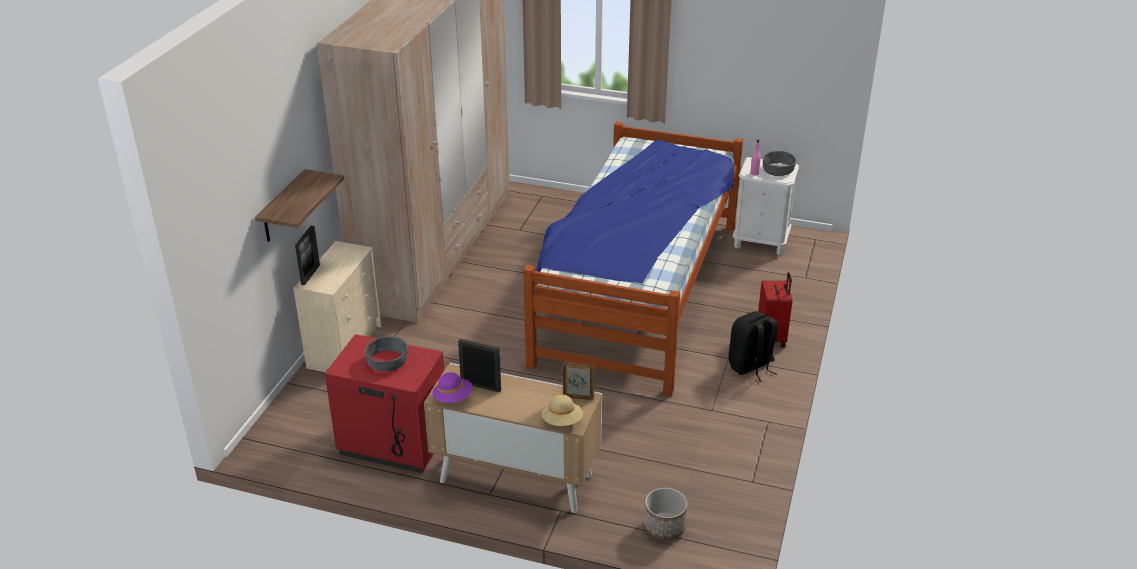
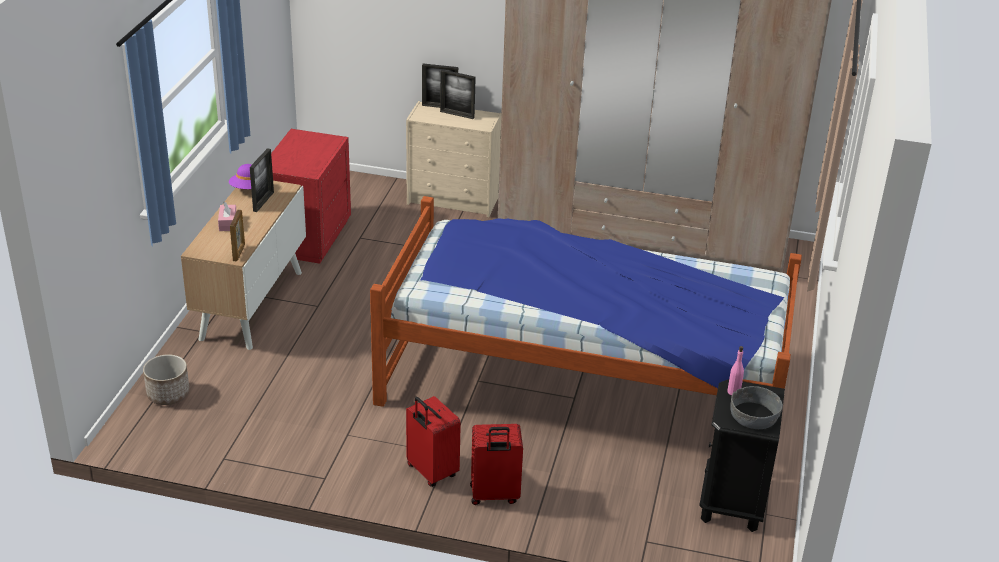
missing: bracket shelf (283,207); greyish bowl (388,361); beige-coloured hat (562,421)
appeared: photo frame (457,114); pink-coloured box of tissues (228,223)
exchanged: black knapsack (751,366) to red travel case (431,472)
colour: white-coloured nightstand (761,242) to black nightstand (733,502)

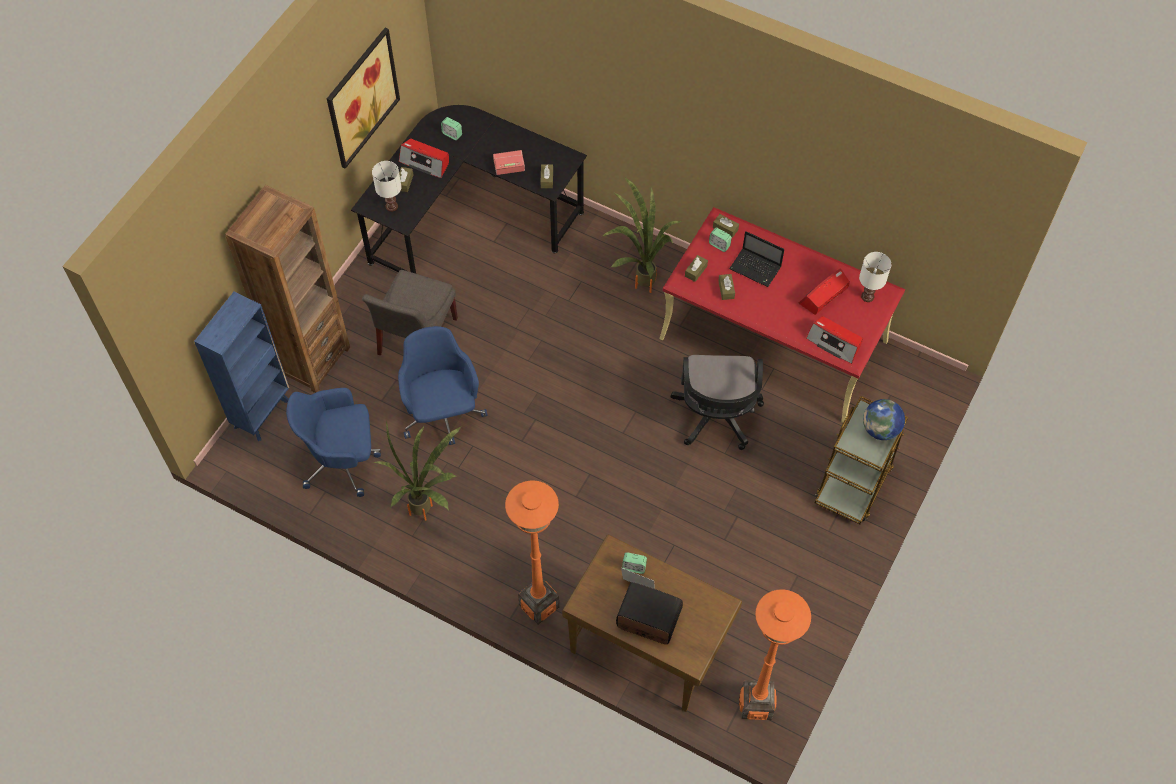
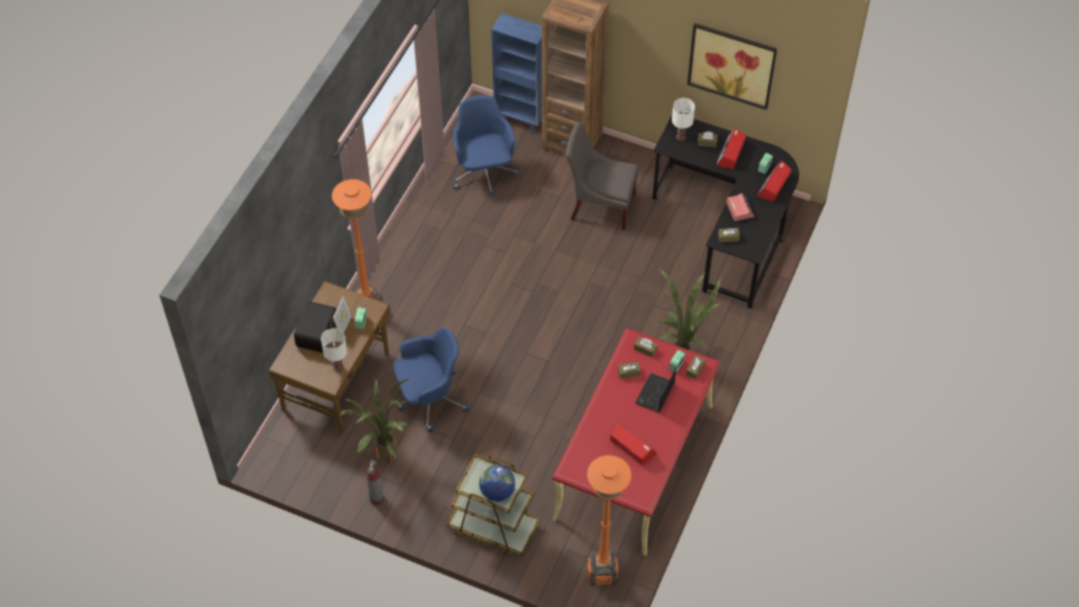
missing: black computer chair (716,418)
appeared: extinguisher (376,498)
relocated: white-coloured lamp for a table (867,296) to (338,366); radio (834,343) to (773,186); bluish computer chair (443,413) to (429,399); plant in a pot (427,514) to (383,458); orangey standard lamp (756,705) to (602,573)

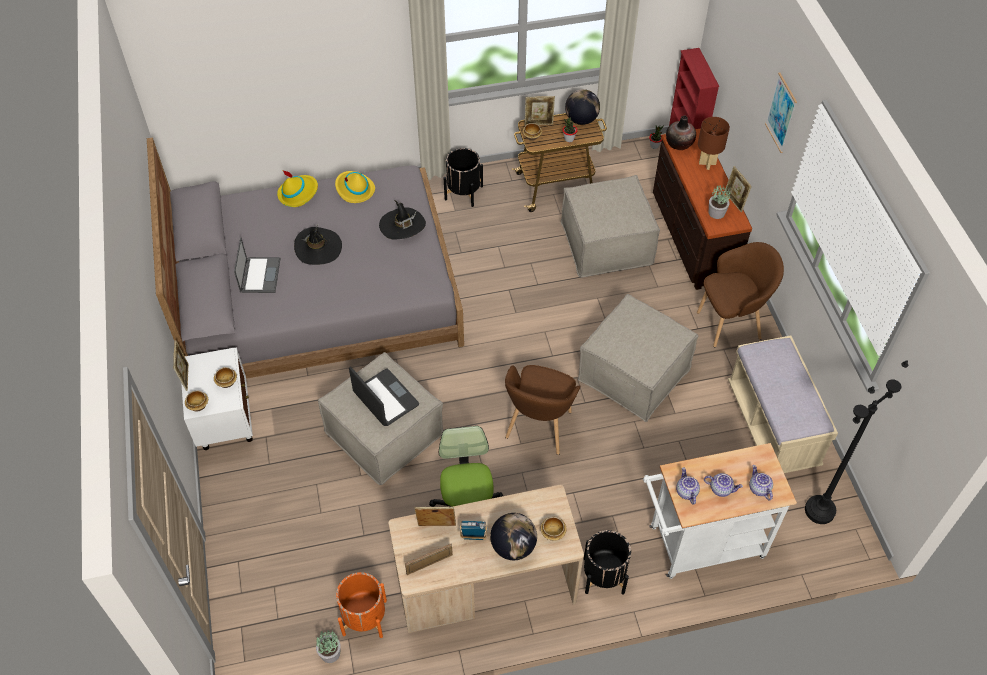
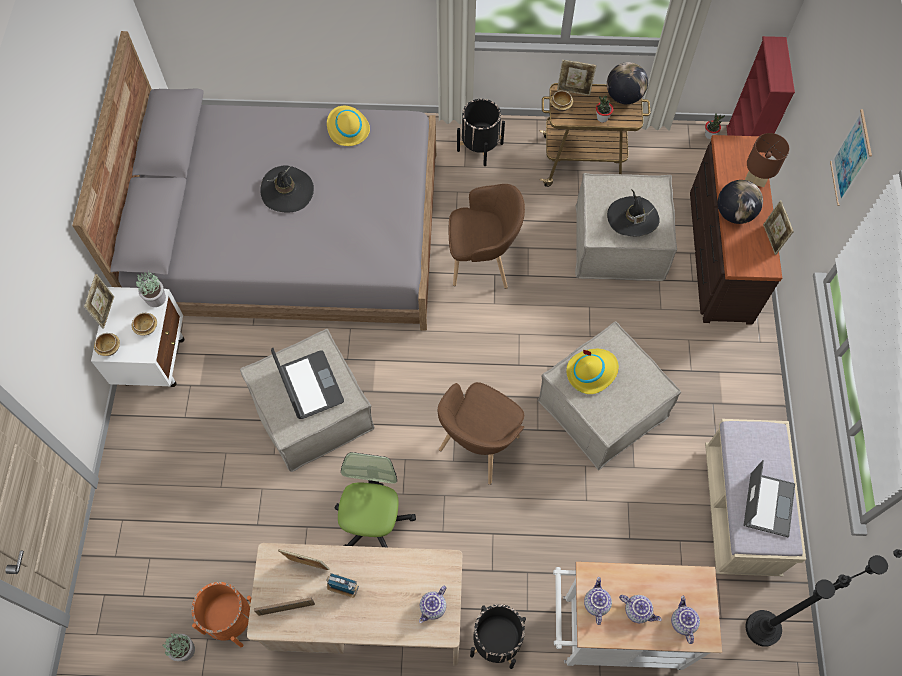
missing: vase (679,144)
relocated: yellow-coloured hat (298,193) to (591,372); plant in a pot (717,213) to (156,299); black hat (402,225) to (632,218); notebook computer (260,275) to (768,504); brown-coloured armchair (731,323) to (482,264); world globe (513,546) to (734,214)
exchanged: bowl (553,532) to teapot (433,608)

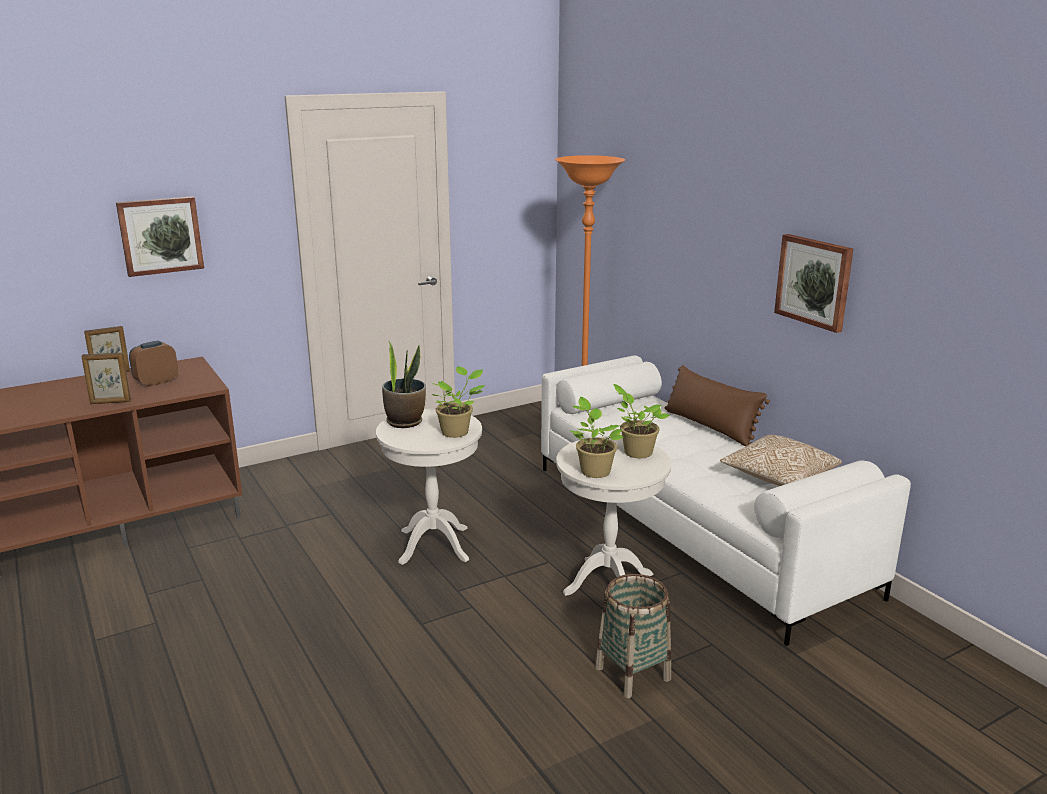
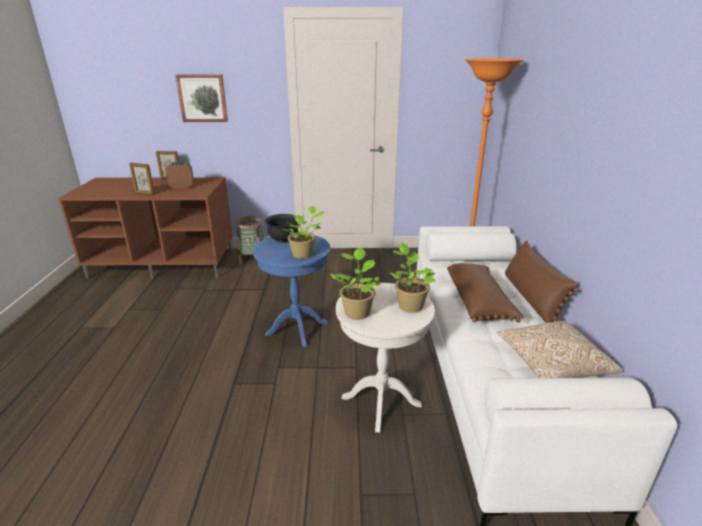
missing: picture (814,281)
appeared: brown-coloured throw pillow (479,302)
relocated: storage basket (632,673) to (252,259)
exchanged: plant in a pot (405,422) to black bowl (283,239)
colour: white-coloured side table (434,545) to bluish side table (297,329)

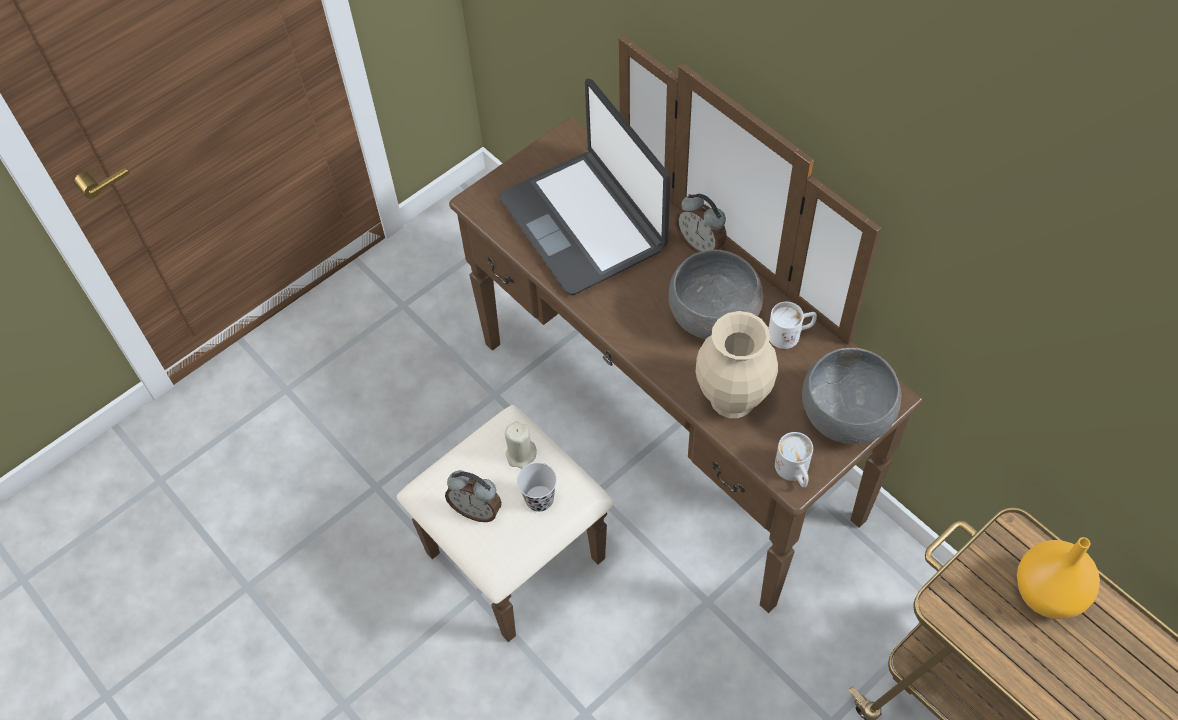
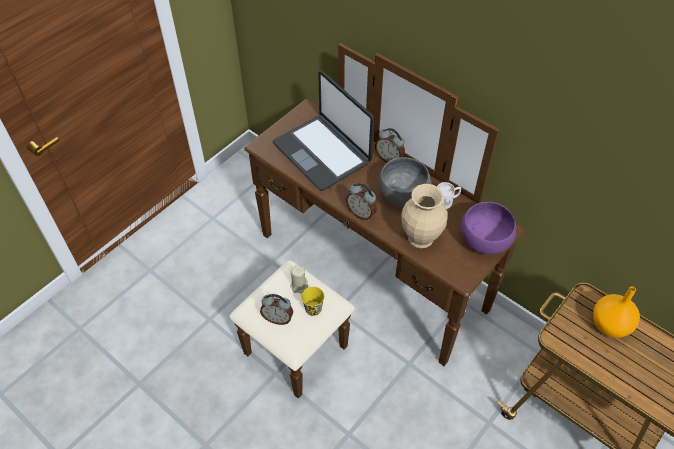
missing: white-coloured mug (794,472)
appeared: table clock (361,213)
colour: greyish bowl (846,414) to purple-coloured bowl (485,240); black small cup (539,499) to yellow-coloured small cup (313,309)

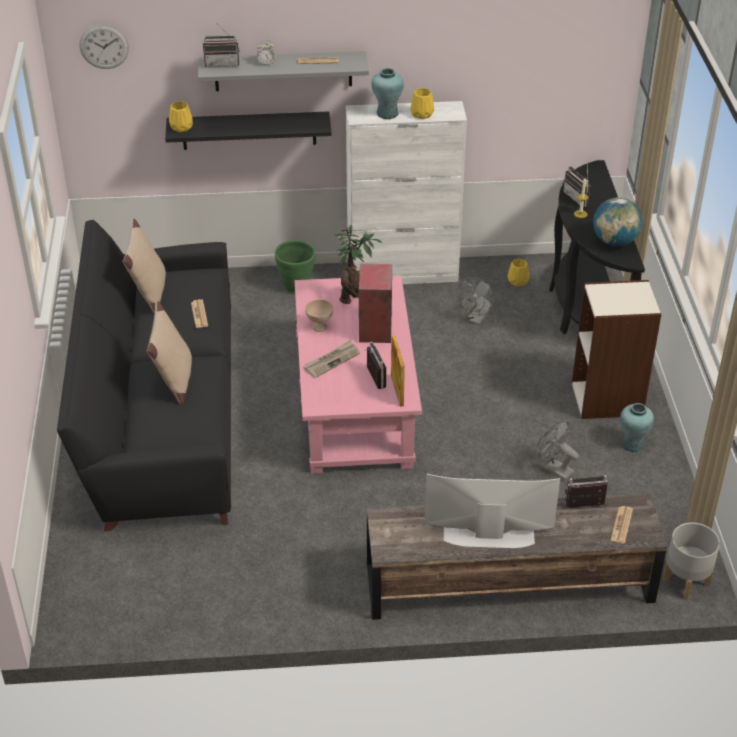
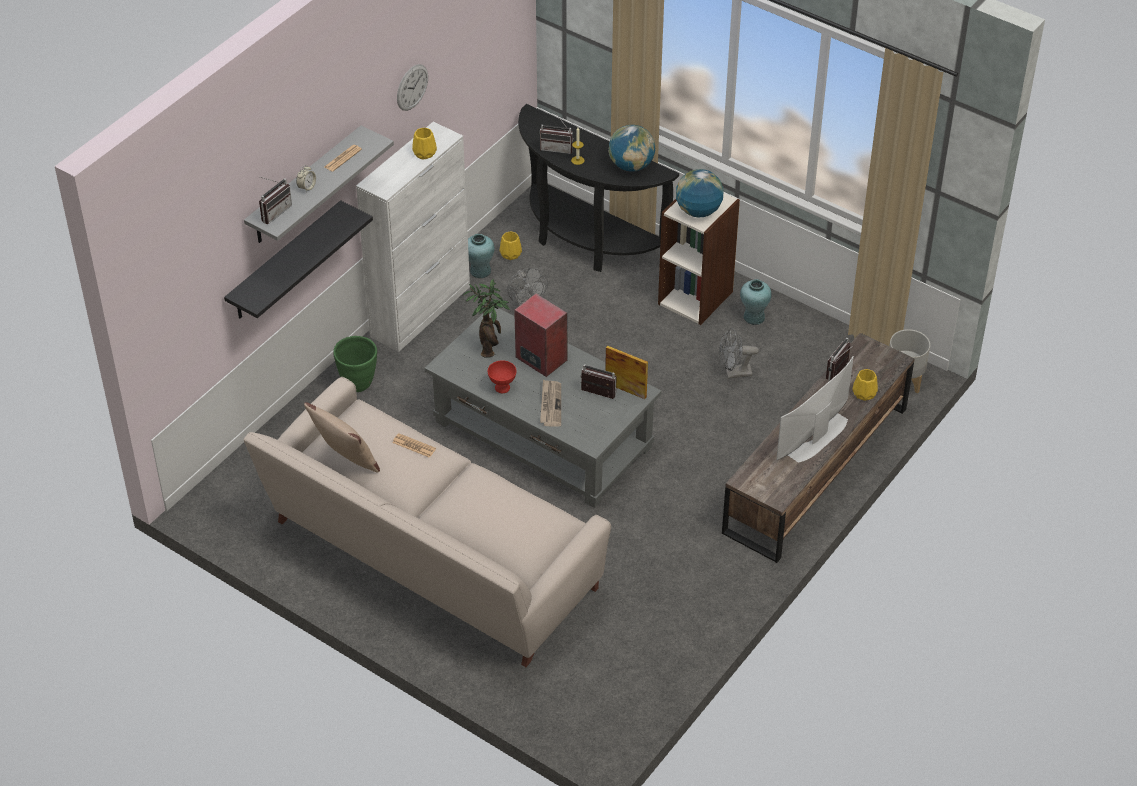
missing: beige-coloured throw pillow (174,381); newspaper (621,525)
appeared: world globe (698,211)
relocated: hanging clock (104,46) to (412,87); blue-green vase (387,113) to (480,271); yellow-coloured vase (181,127) to (863,394)
colour: black sofa (162,418) to beige-coloured sofa (430,560); pink-coloured coffee table (355,401) to greyish coffee table (542,434); beige-coloured bowl (319,327) to red bowl (502,388)

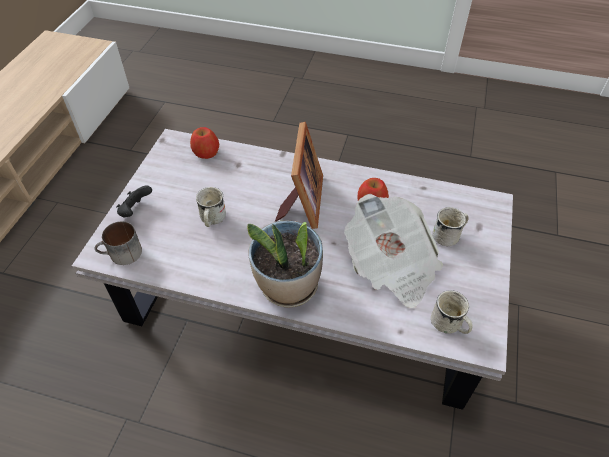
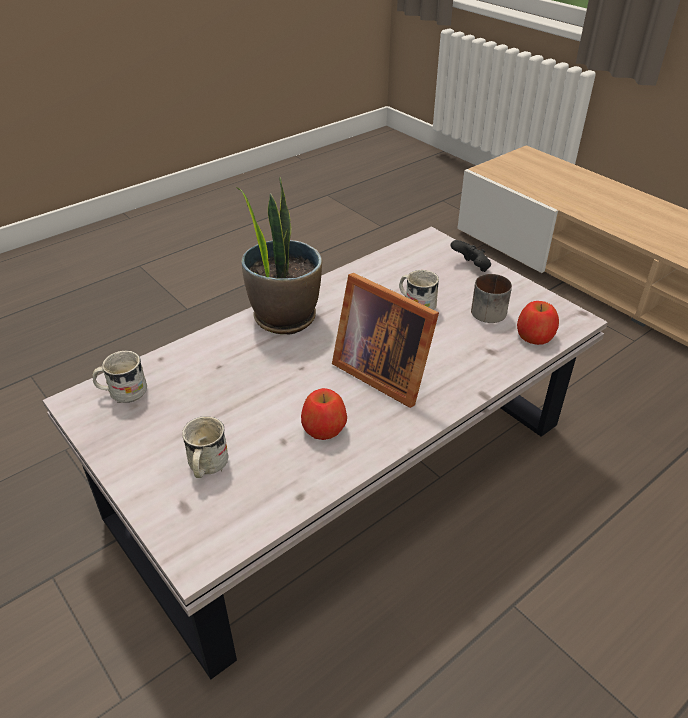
missing: newspaper (391,266)
relocated: mug (121,255) to (487,309)

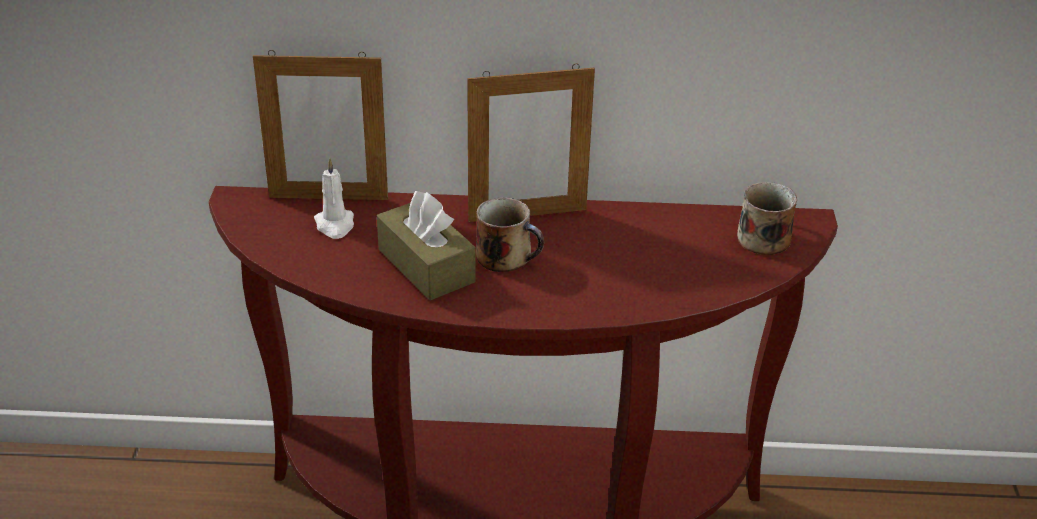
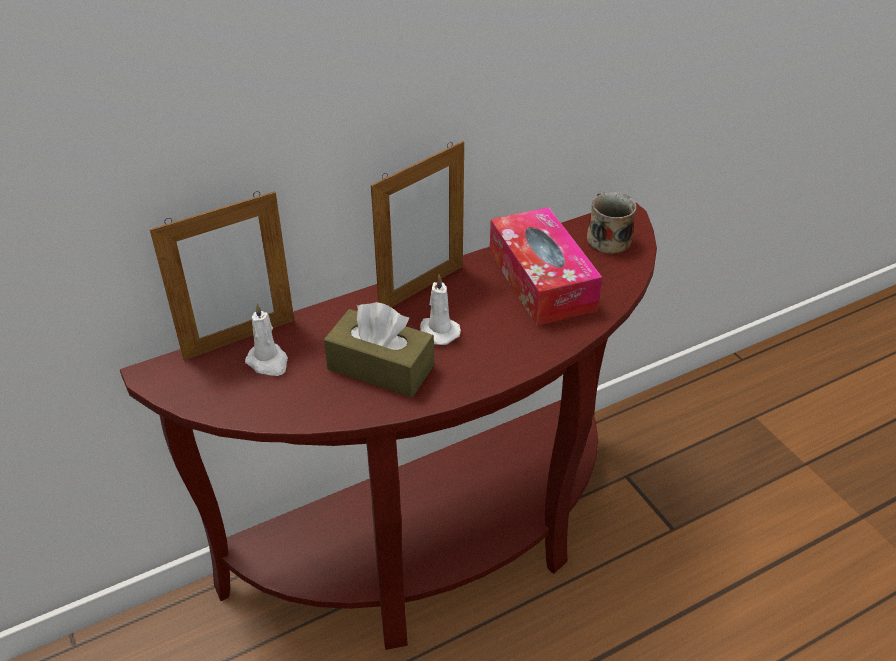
appeared: box of tissues (541,280)
exchanged: mug (507,256) to white-coloured wax candle (438,331)

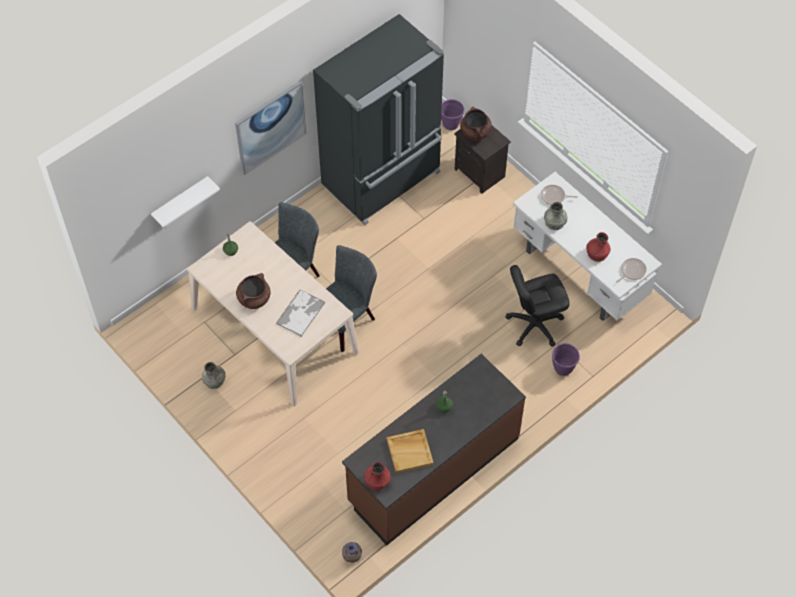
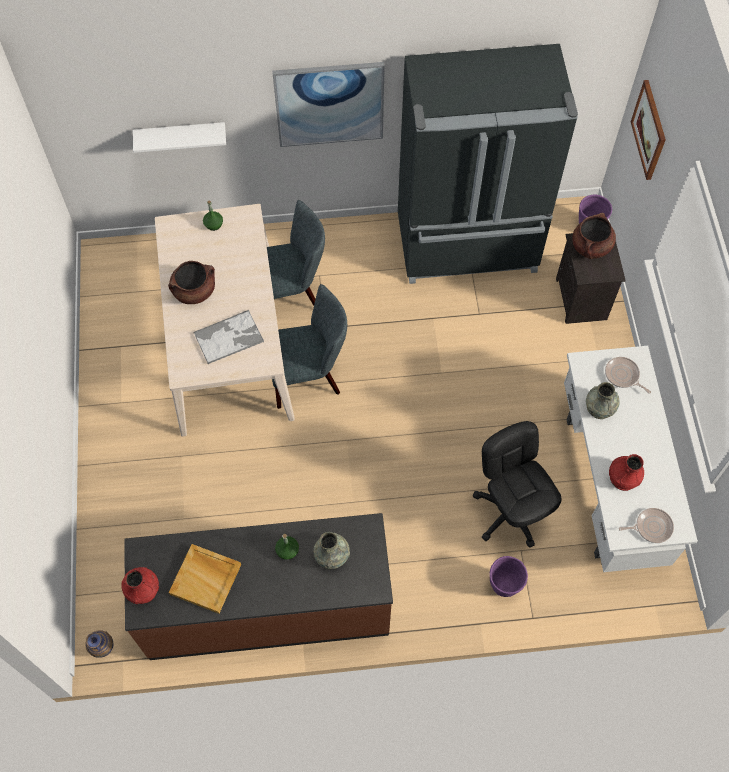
appeared: picture (649,130)
relocated: greyish vase (214,380) to (332,555)
spun: black computer chair (534,325) = (511,512) 45 degrees clockwise

